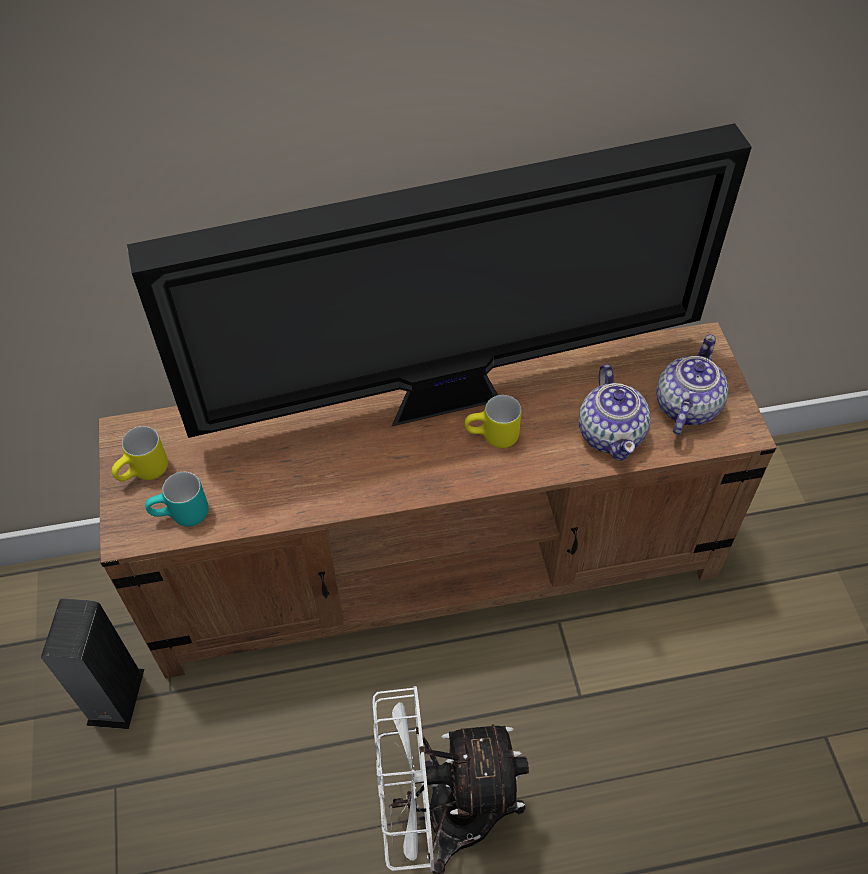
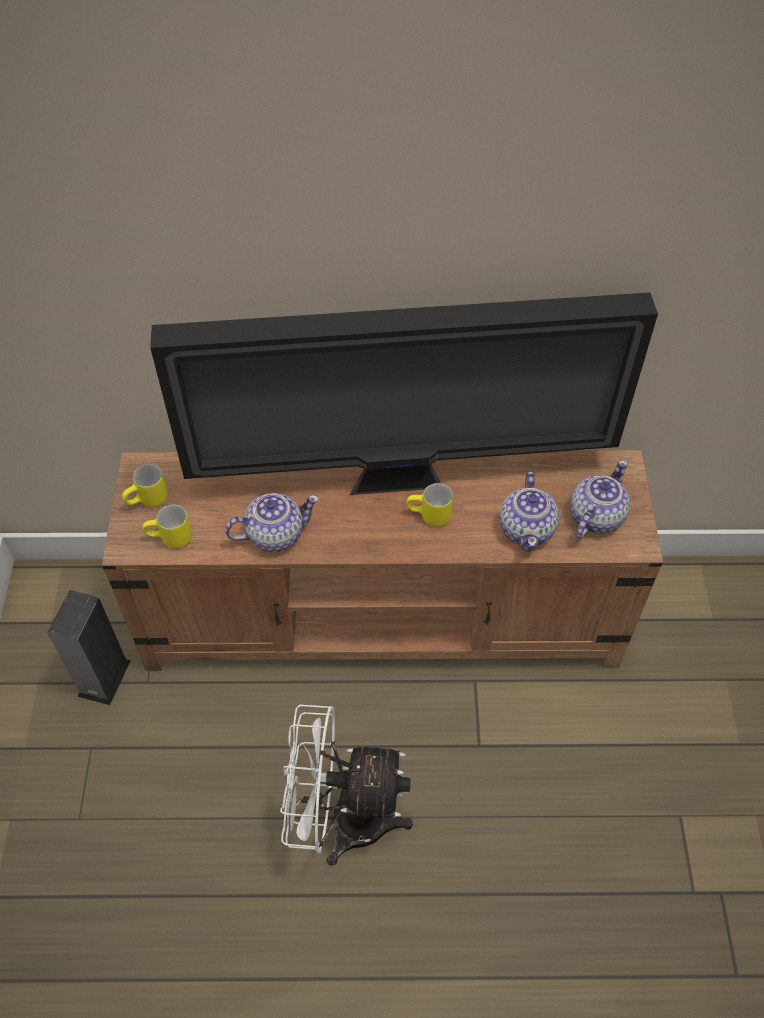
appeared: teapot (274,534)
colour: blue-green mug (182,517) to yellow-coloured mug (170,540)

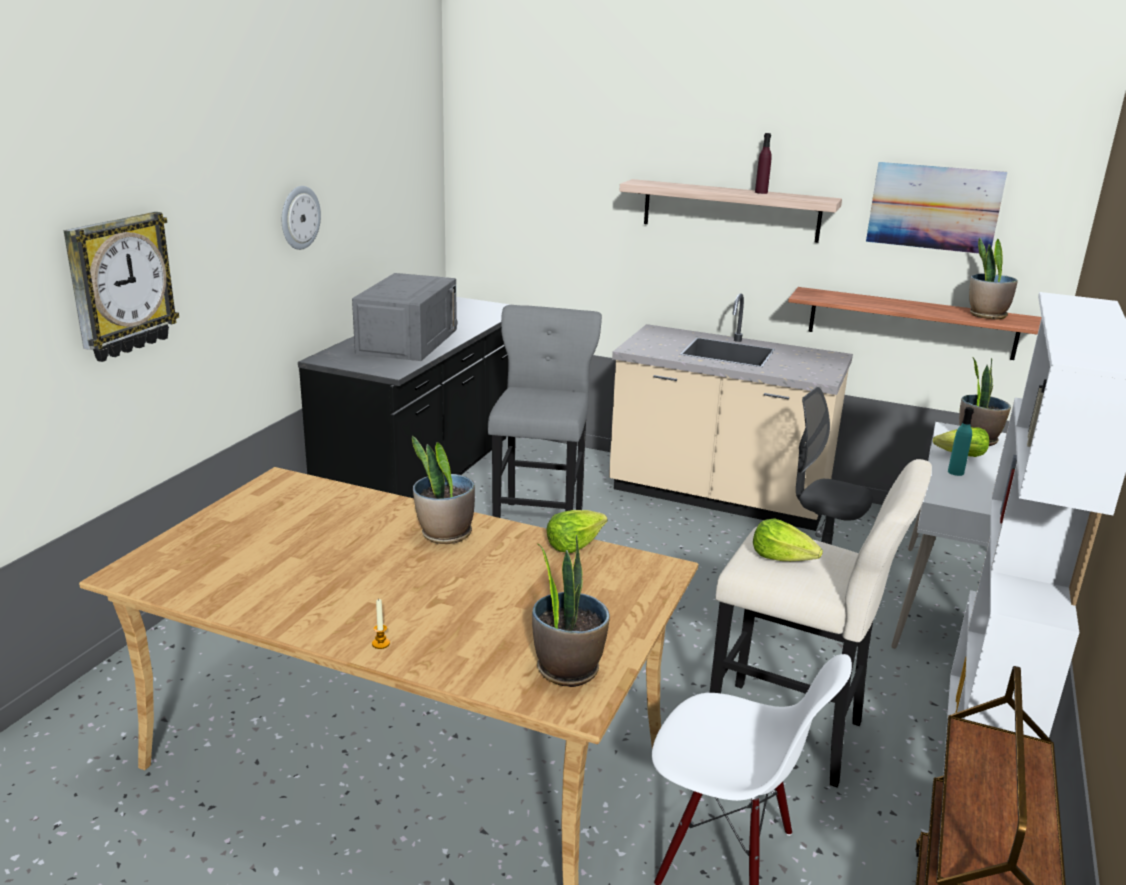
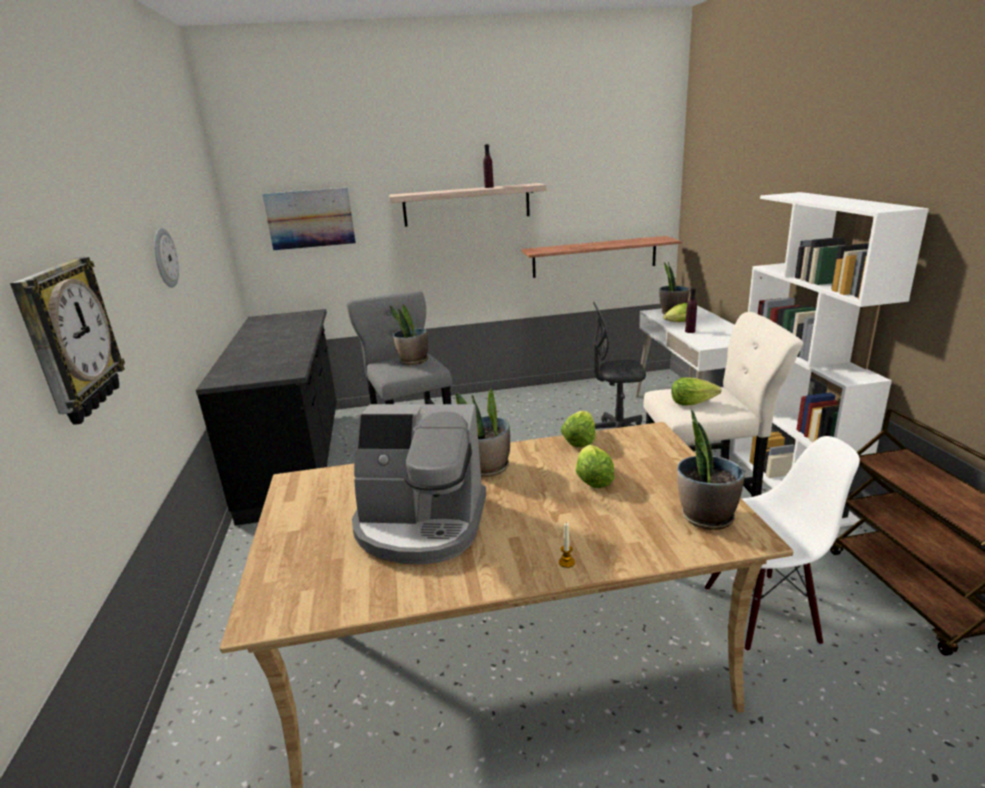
missing: greyish microwave (408,341); beige-coloured kitchen counter (718,497)
appeared: coffee brewer (421,525); lettuce (593,478)
relocated: picture (934,207) to (310,219); plant in a pot (986,315) to (413,361)
colour: blue-green bottle (955,472) to purple-coloured bottle (690,331)

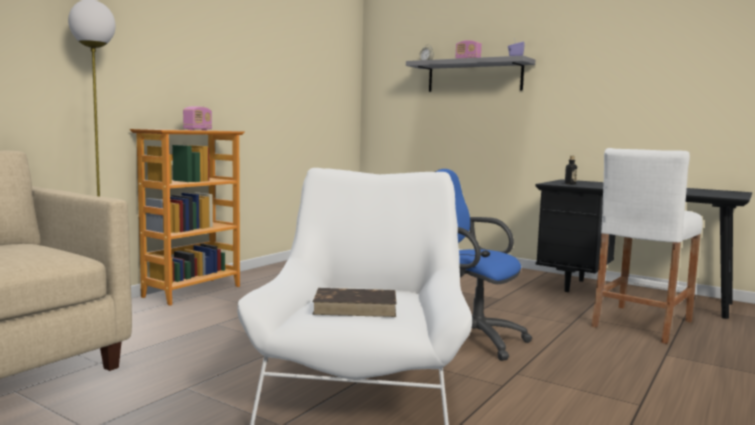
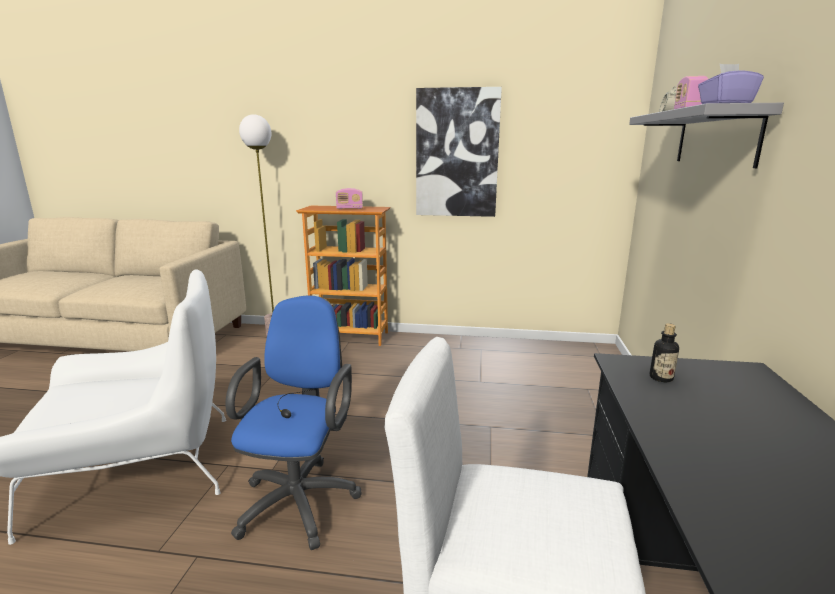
missing: brown-coloured book (356,307)
appeared: picture (457,154)

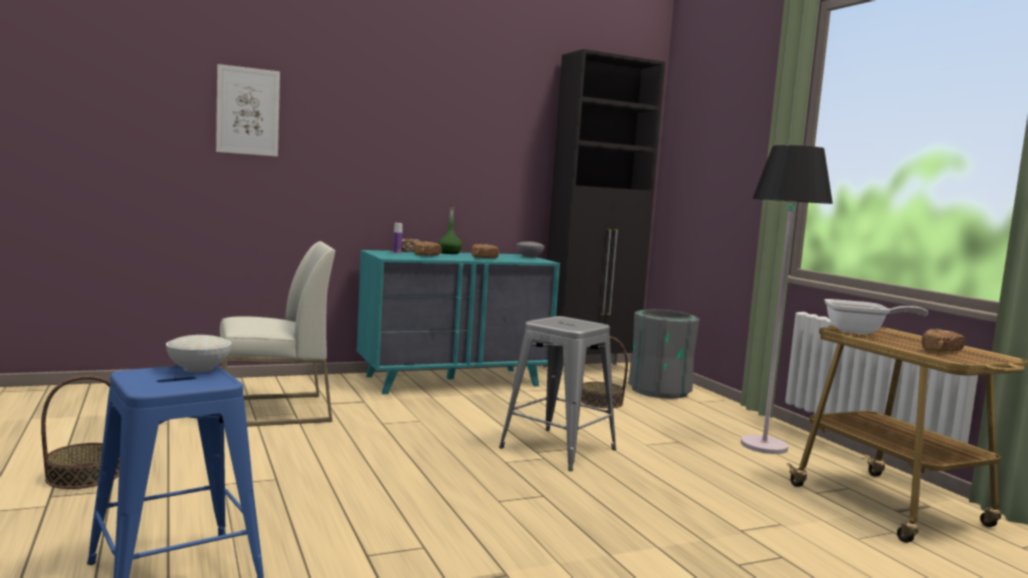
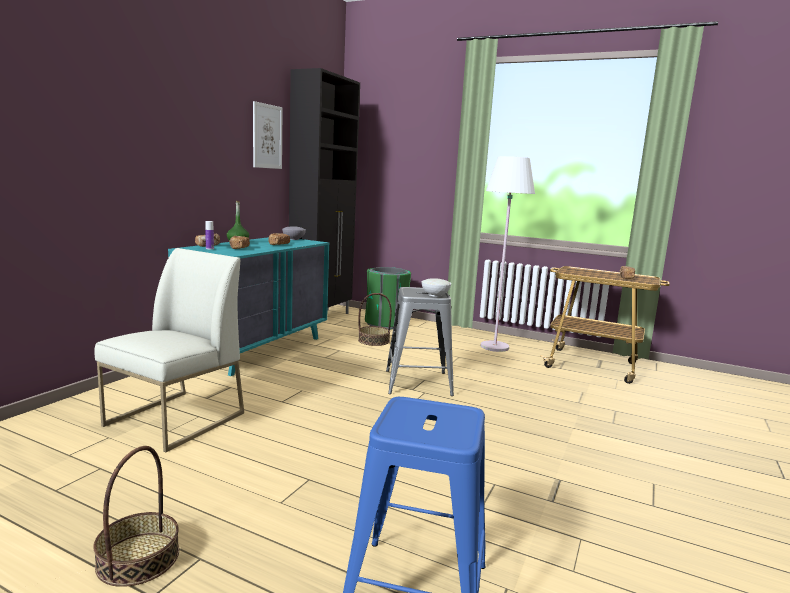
missing: frying pan (860,332)
relocated: picture (248,111) to (267,136); white-coloured bowl (199,369) to (435,295)
colour: black standard lamp (764,446) to white-coloured standard lamp (494,347); greyish rubbish bin (659,390) to greenish rubbish bin (386,324)

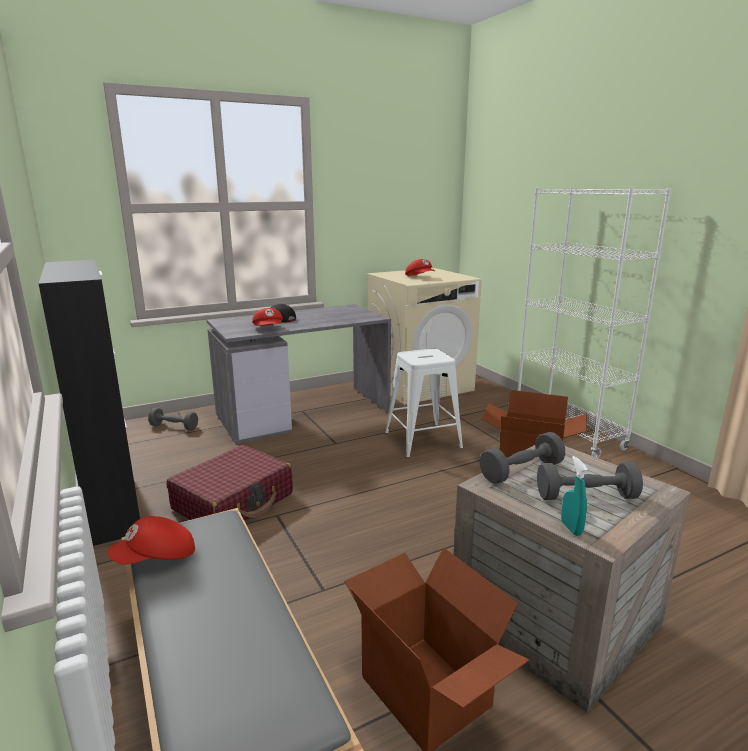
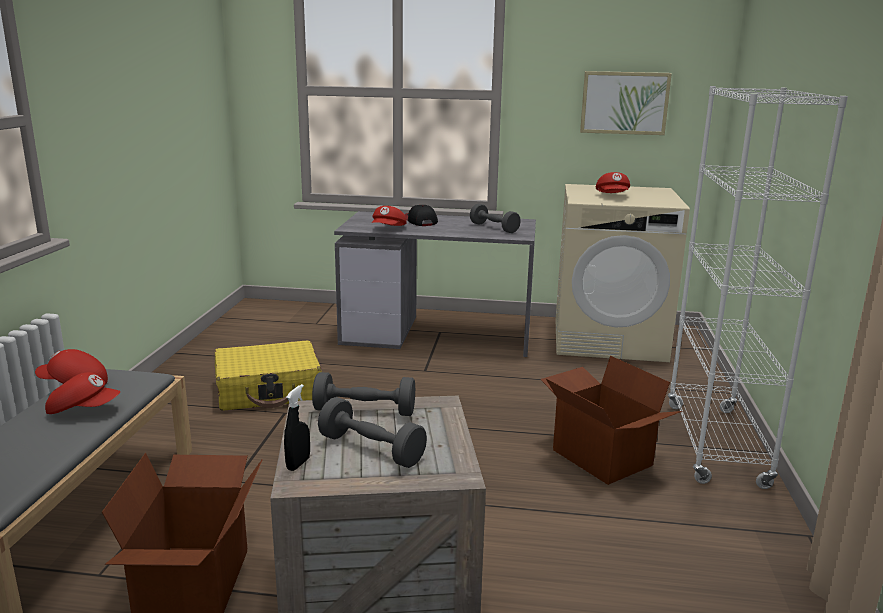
missing: black storage cabinet (112,502); white-coloured stool seat (422,440)
appeared: picture (624,103); red cap (84,409)
relocated: greyish free weight (174,427) to (494,228)
colour: red travel case (234,501) to yellow-coloured travel case (269,390); blue-green spray bottle (571,528) to black spray bottle (298,464)

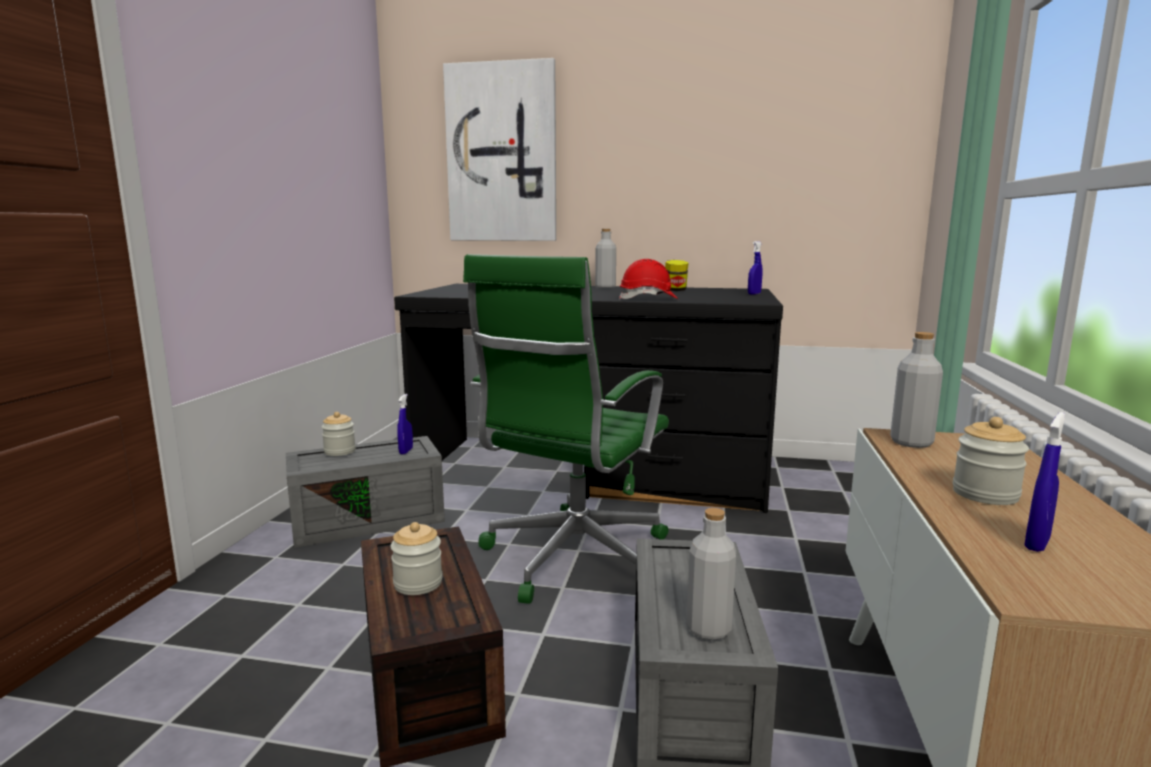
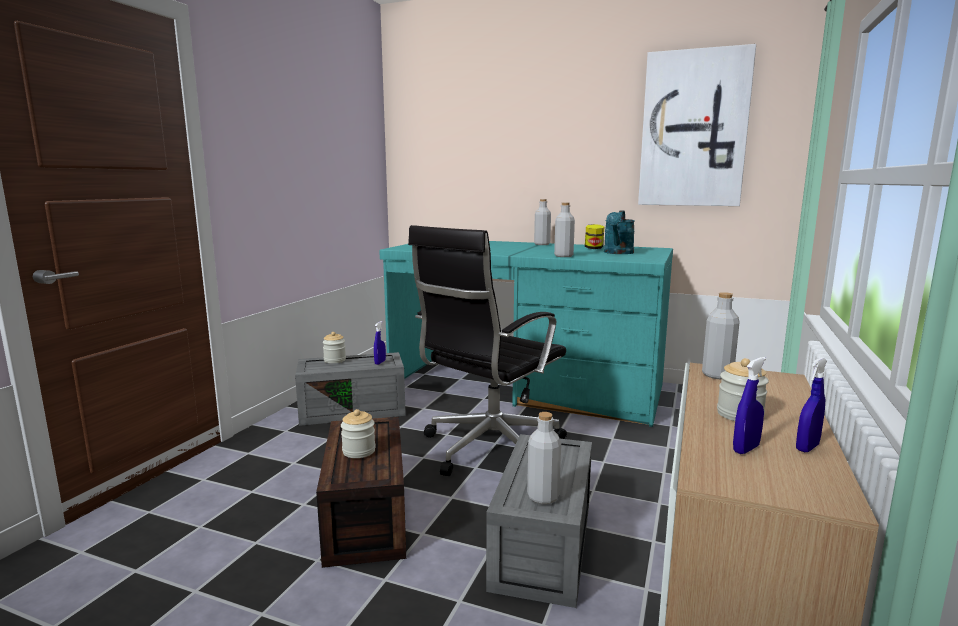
appeared: blue-green watering can (617,253)
relocated: picture (502,153) to (693,129); bluish spray bottle (754,294) to (807,447)
exchanged: red safety helmet (648,299) to greyish bottle (563,256)
colour: greenish computer chair (573,559) to black computer chair (489,449); black desk (592,472) to blue-green desk (525,387)

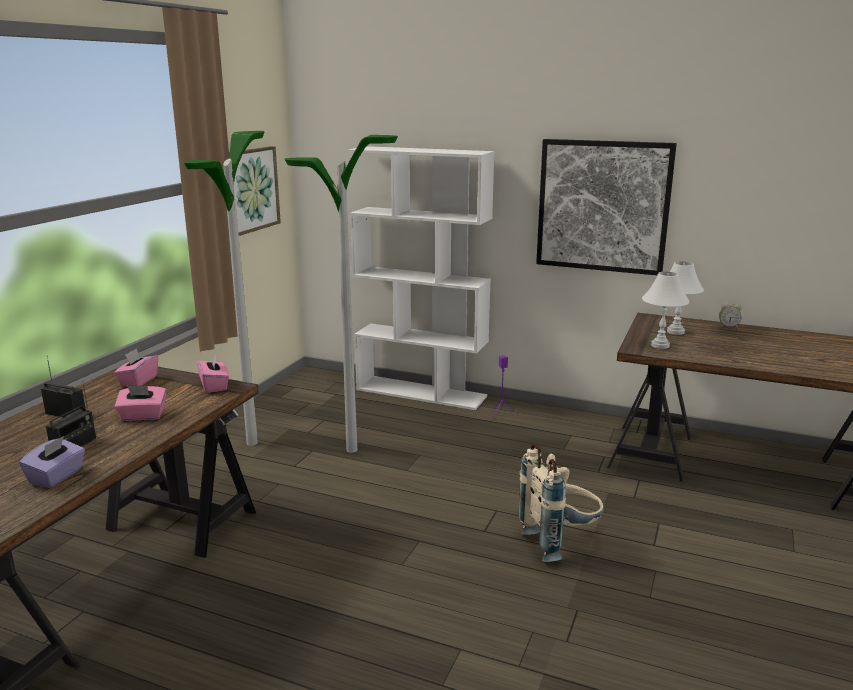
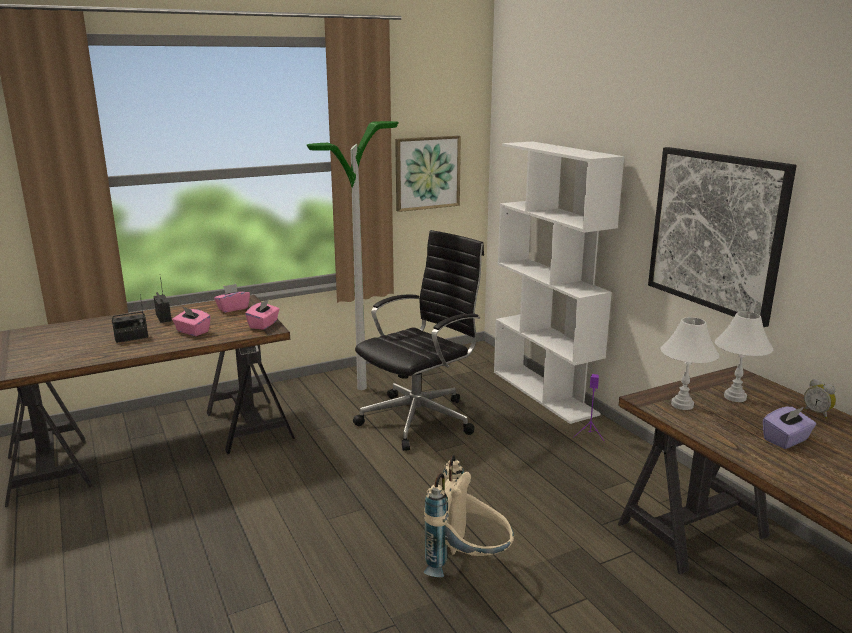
relocated: purple-coloured box of tissues (57,476) to (786,440)
exchanged: standard lamp (352,449) to black computer chair (420,419)

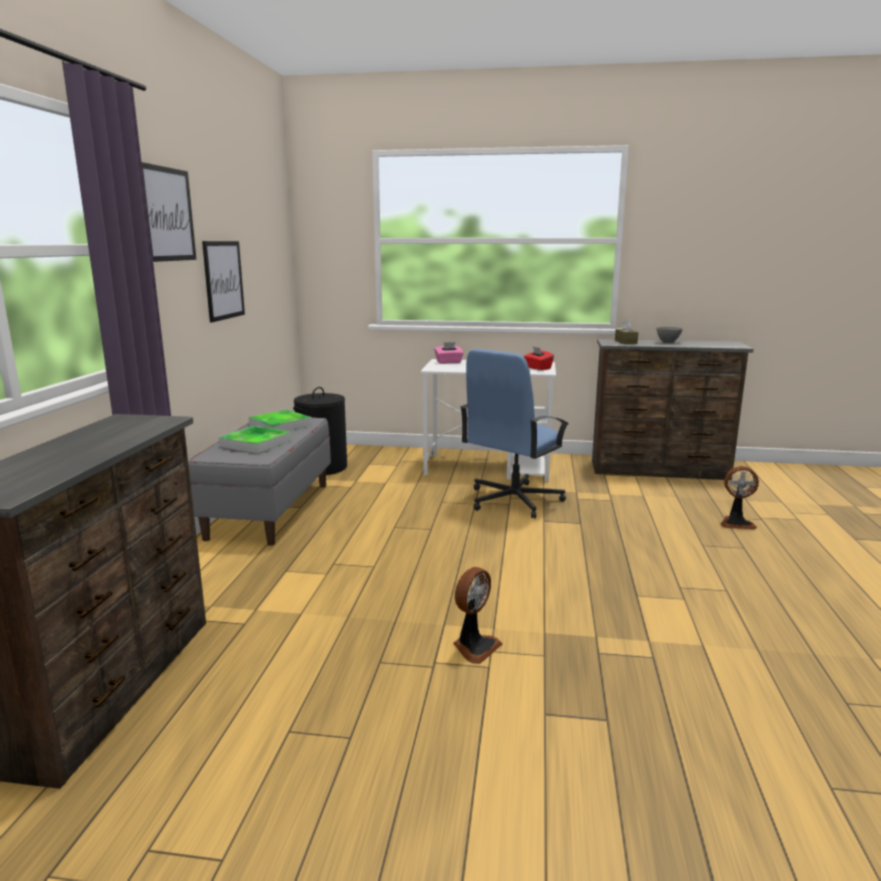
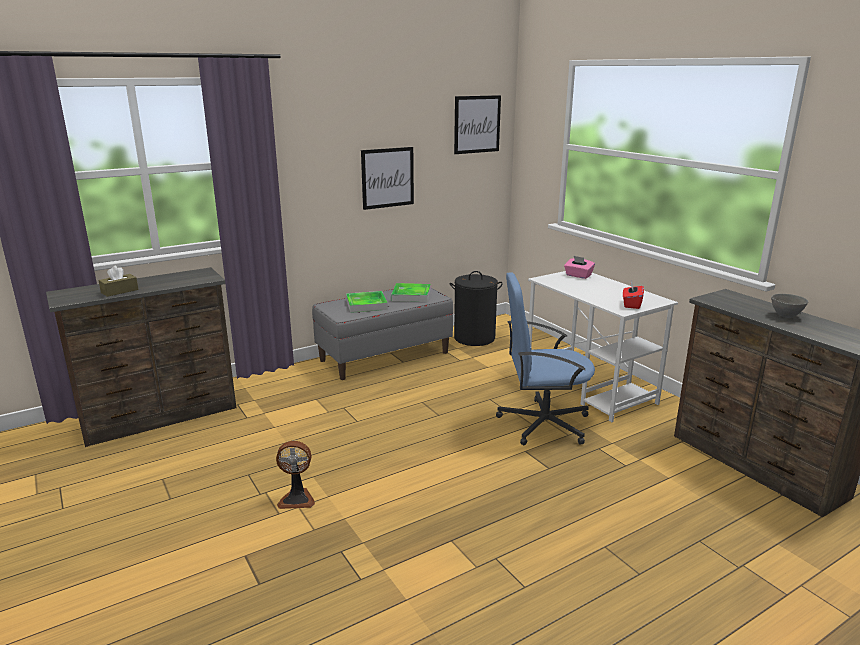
missing: cooling fan (736,523)
relocated: picture (167,214) to (477,124); brown-coloured box of tissues (625,342) to (119,291)

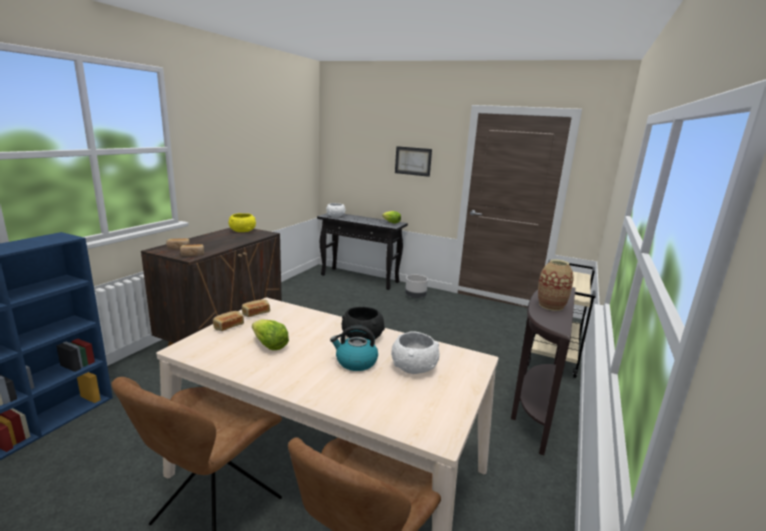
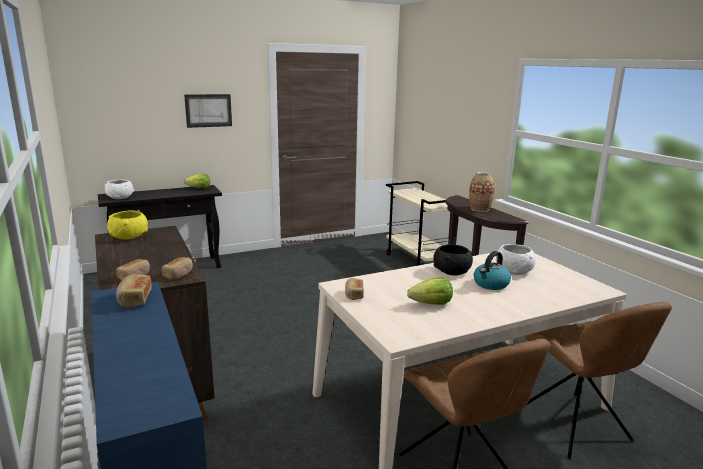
missing: greyish plant pot (415,296)
relocated: bread (228,326) to (134,299)

